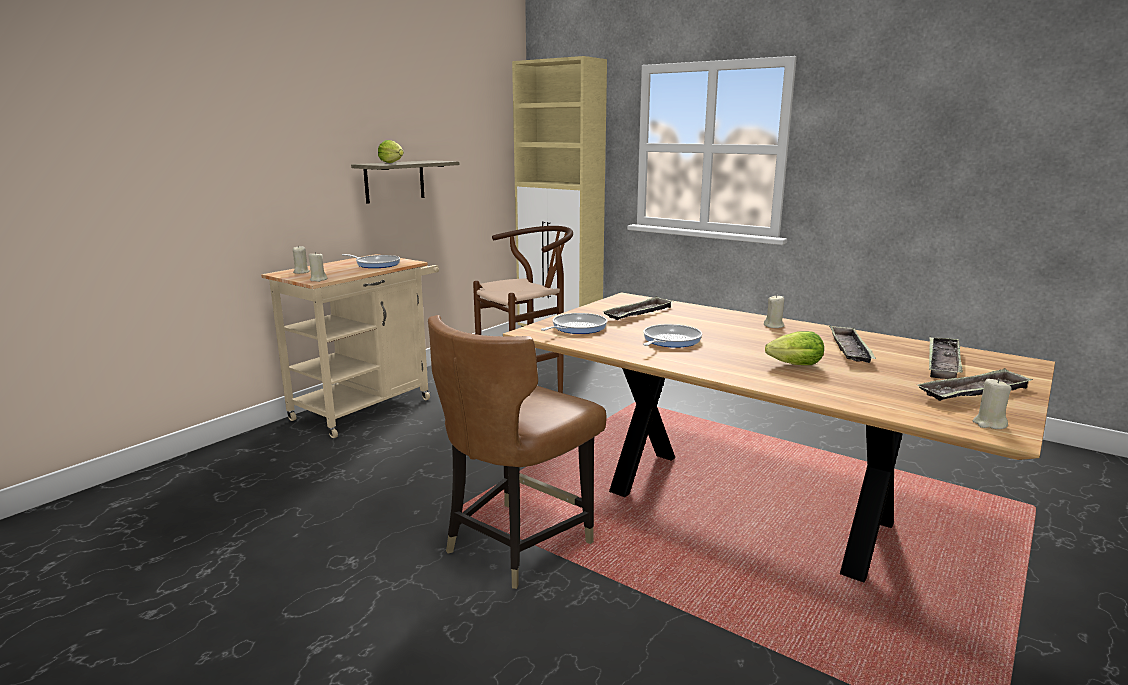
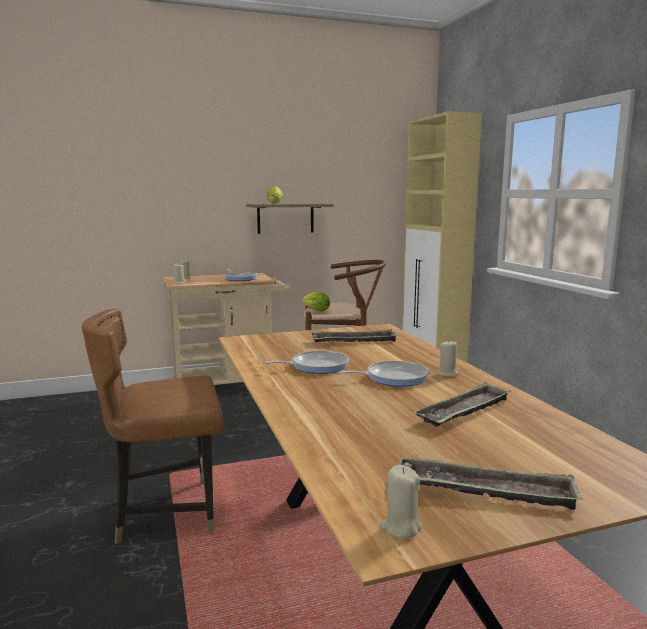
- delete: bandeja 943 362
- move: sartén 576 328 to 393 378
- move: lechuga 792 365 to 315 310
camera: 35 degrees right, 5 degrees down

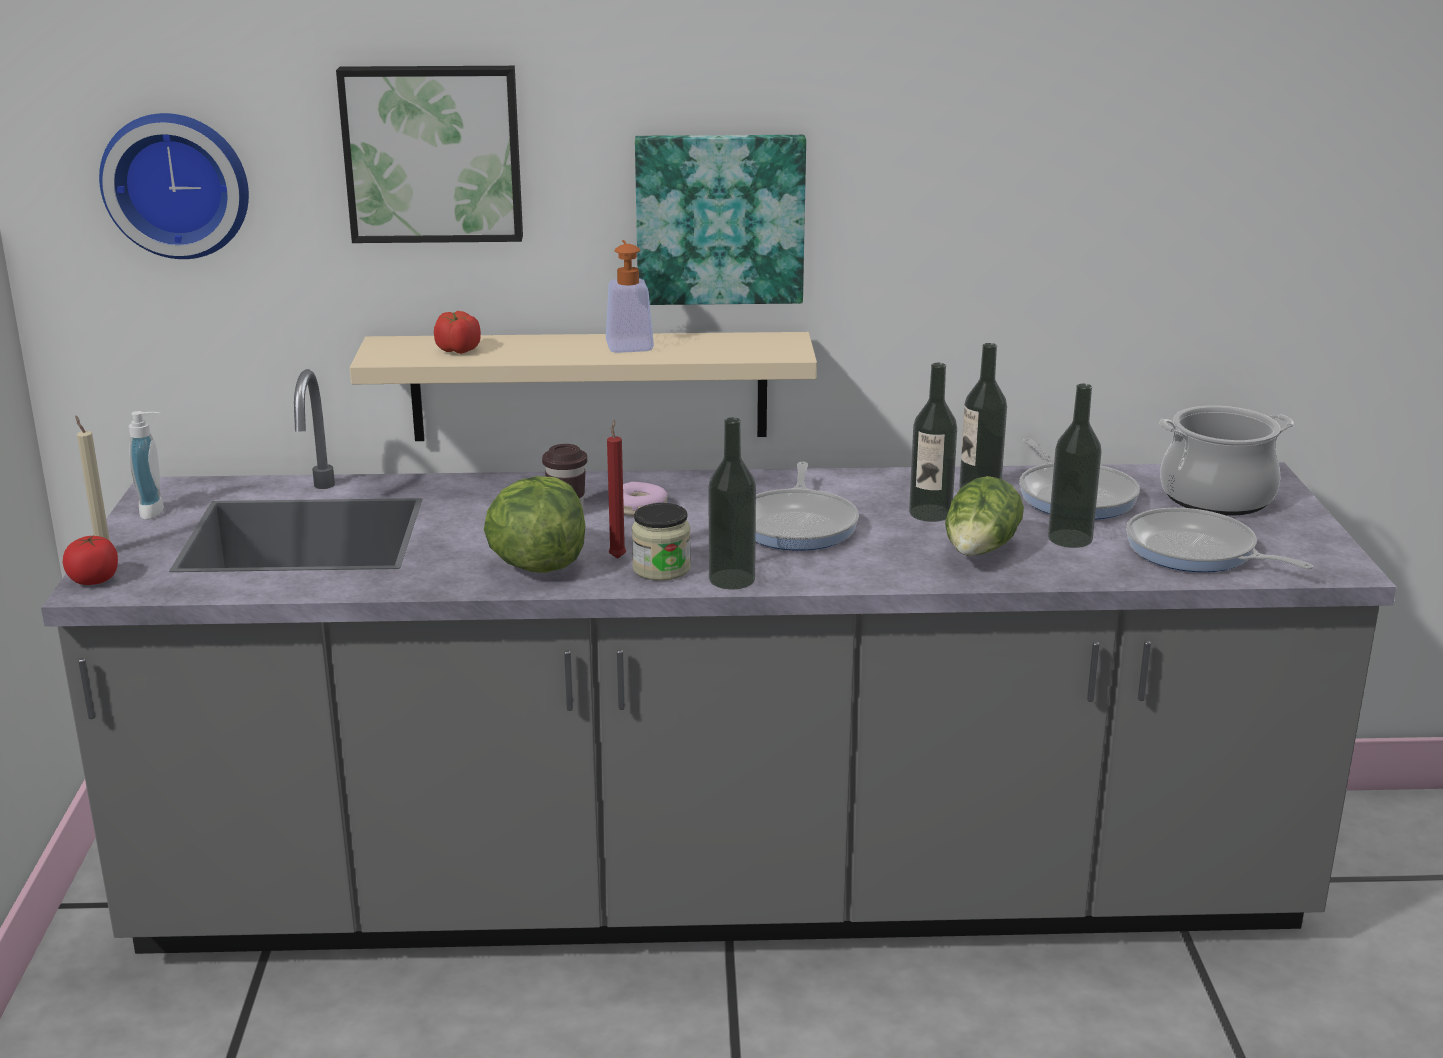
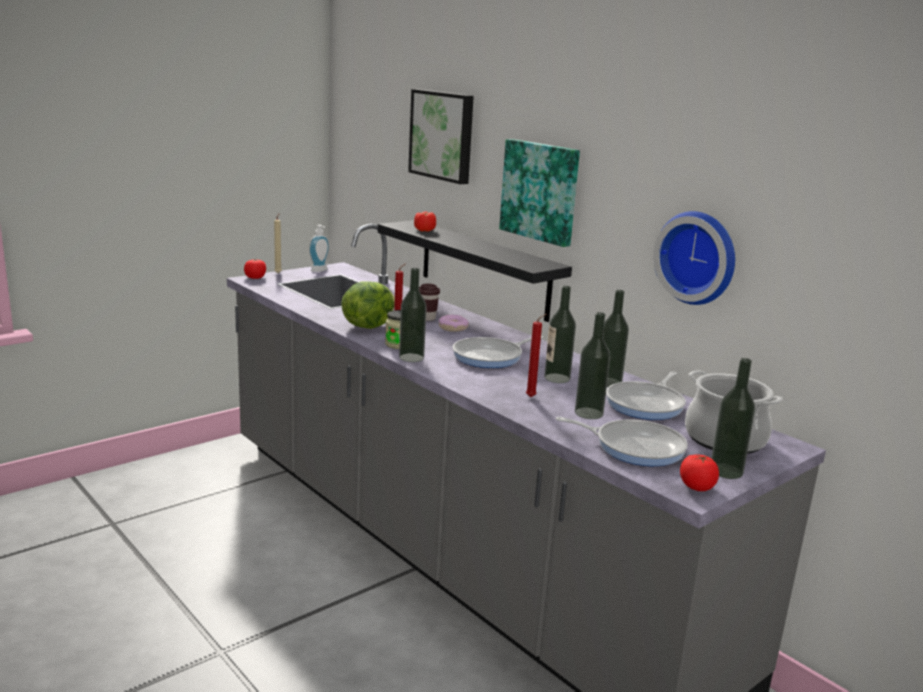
- delete: dispensador de jabón 628 344
- insert: tomate 696 487
- insert: botella 726 471
- move: reloj de pared 178 184 to 698 257
- replace: lechuga 980 551 to vela/rojo 532 397
- recolor: estante/beis 589 386 to estante/negro 484 269
- rotate: sartén 1196 552 = 634 447 105 degrees clockwise
camera: 50 degrees right, 5 degrees down

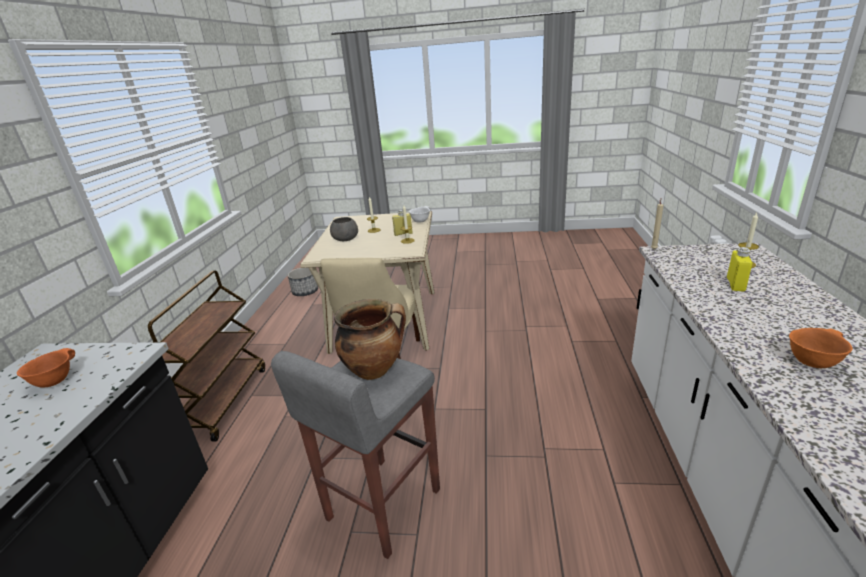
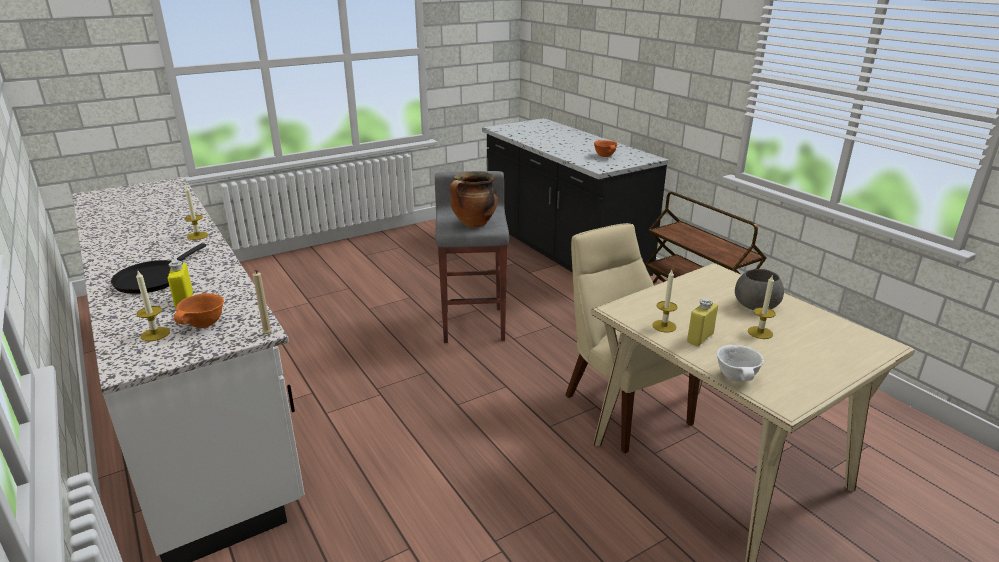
- delete: maceta 305 292
- insert: sartén/negro 154 279
- insert: vela 197 236
- move: cuenco/naranja 812 362 to 204 325
camera: 140 degrees right, 0 degrees up

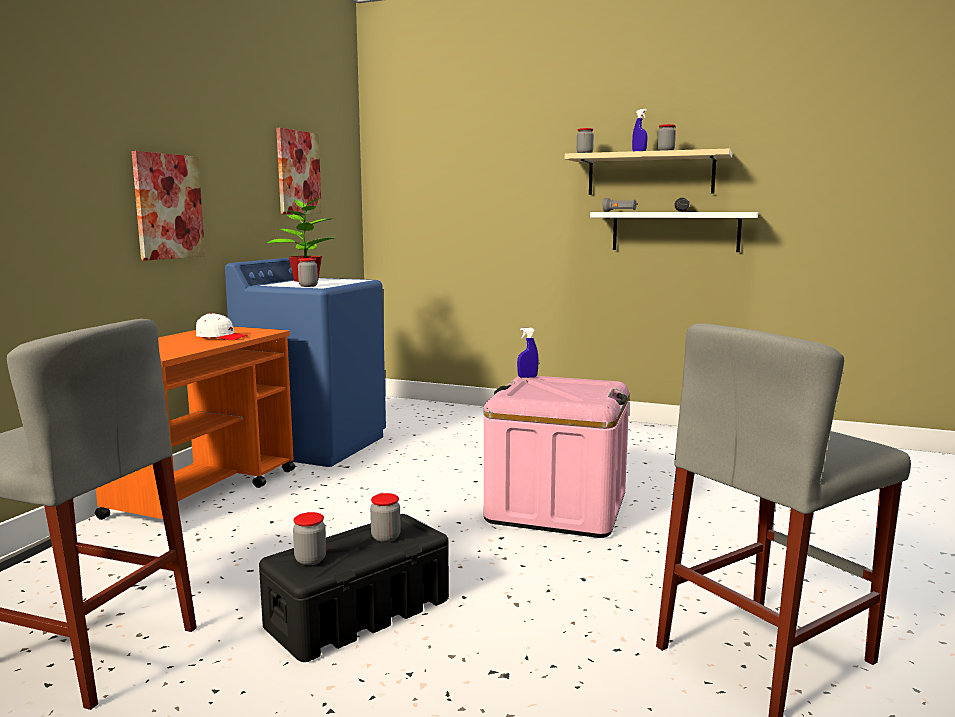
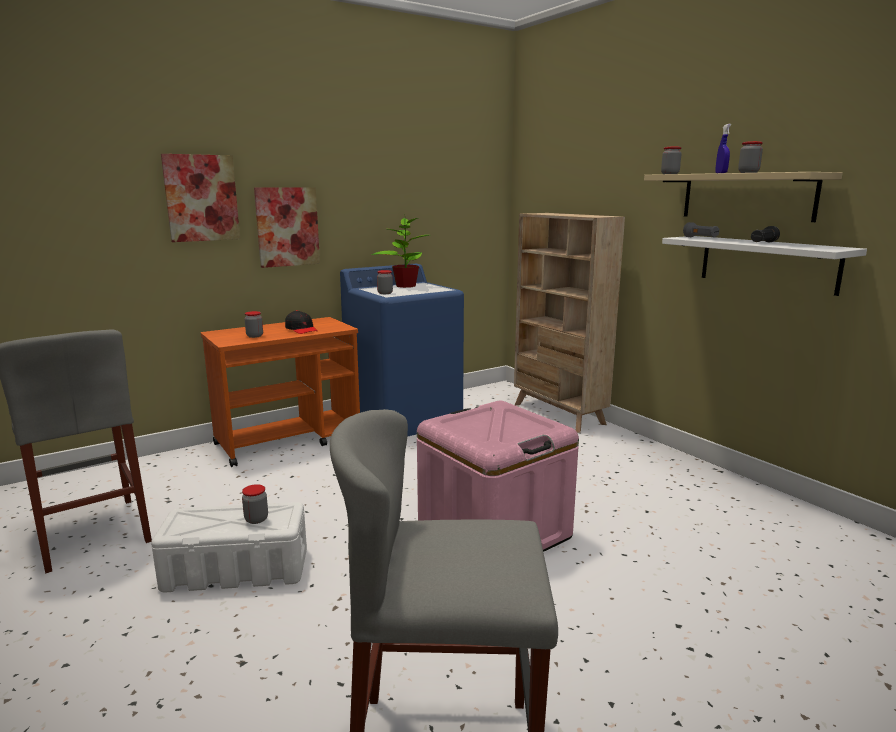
- delete: pulverizador/azul 527 377
- insert: estantería/beis 558 414
- move: cuadro 298 173 to 201 198
- move: tarro 310 559 to 254 336
- recolor: gorra/blanco 221 337 to gorra/negro 301 329
- recolor: caja de almacenaje/negro 360 613 to caja de almacenaje/blanco 237 569
camera: 35 degrees right, 5 degrees up

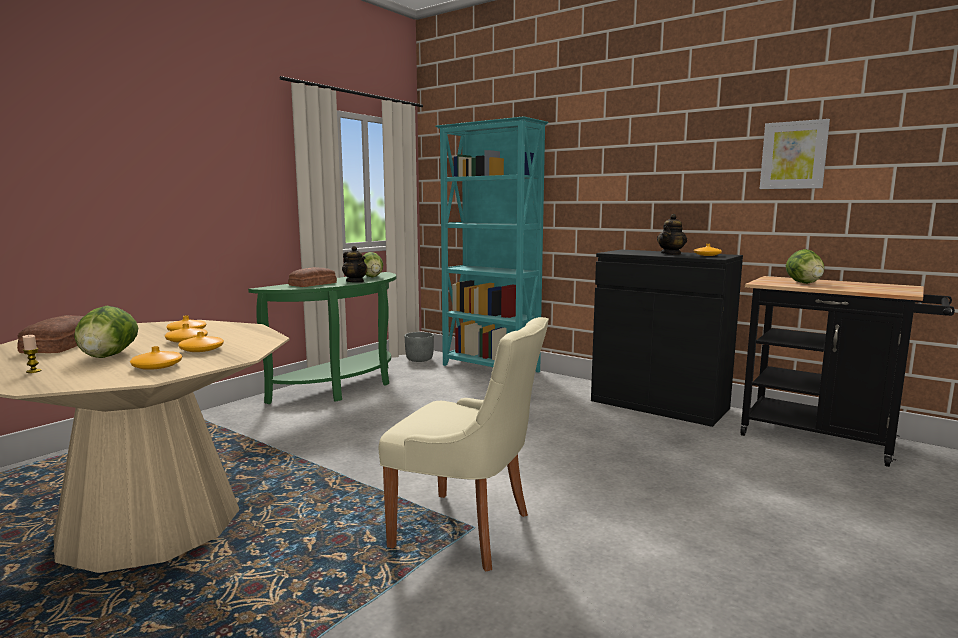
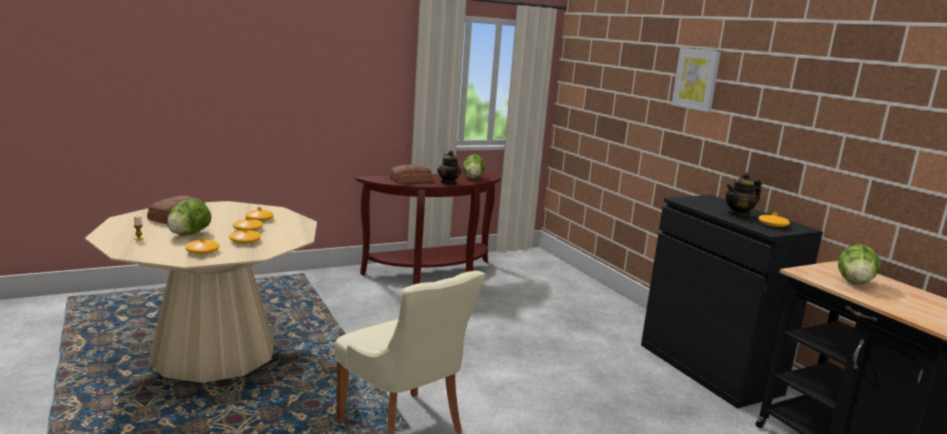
- delete: maceta/gris 419 359
- delete: estantería/turquesa 490 369
- move: cuadro 793 155 to 696 79
- recolor: mesa consola/verde 344 387 to mesa consola/marrón 433 273
camera: 25 degrees right, 5 degrees up

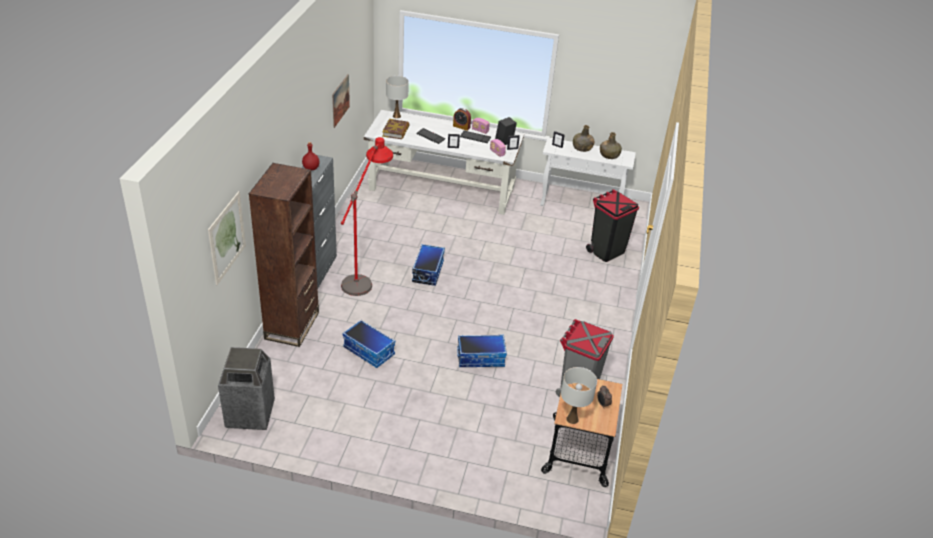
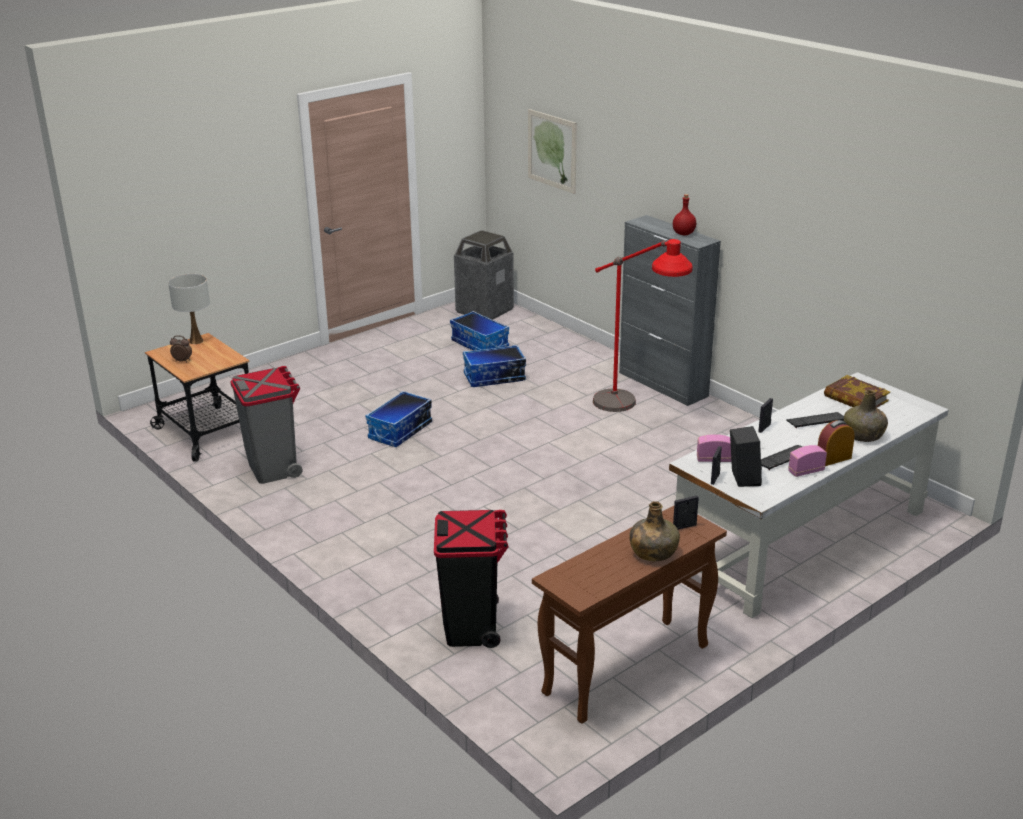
- delete: estantería/marrón 292 325
- delete: cuadro 340 100
- delete: lámpara de mesa/blanco 396 116
- move: caja de almacenaje 427 271 to 480 344
- move: botella/verde 609 155 to 863 435
- recolor: mesa consola/blanco 581 205 to mesa consola/marrón 626 670
camera: 130 degrees right, 10 degrees down

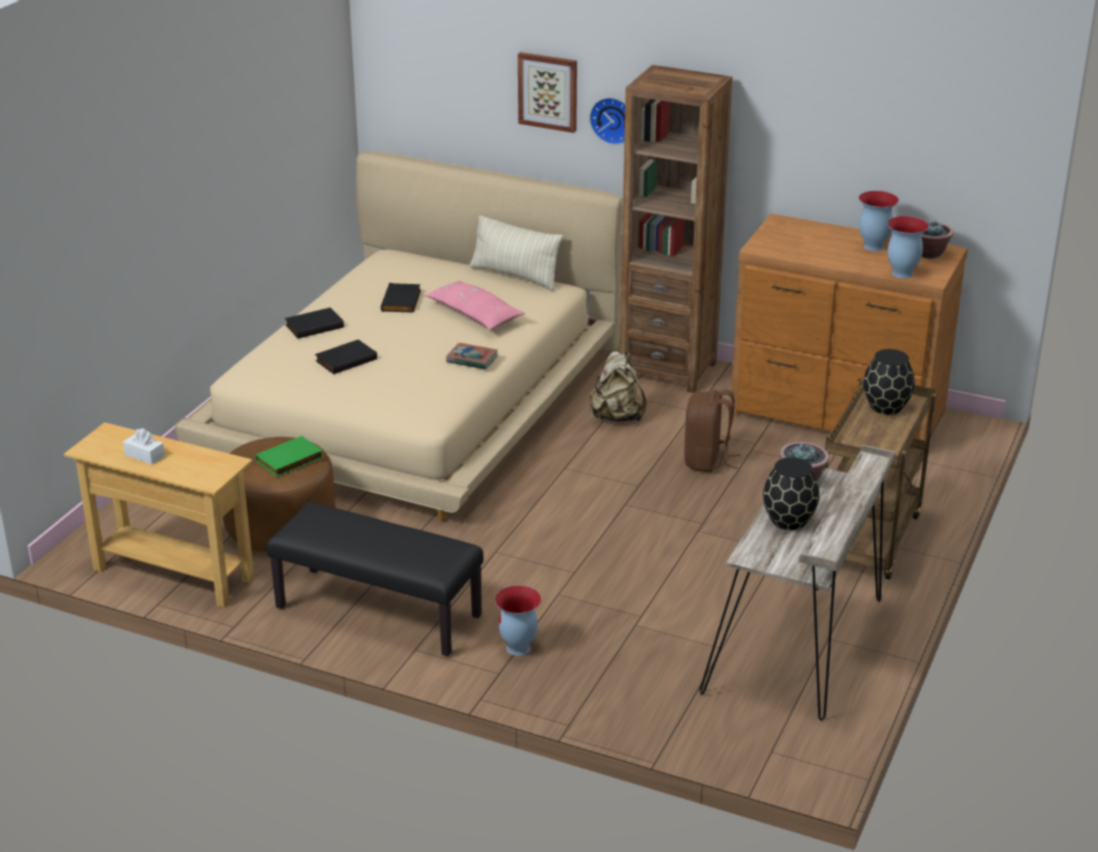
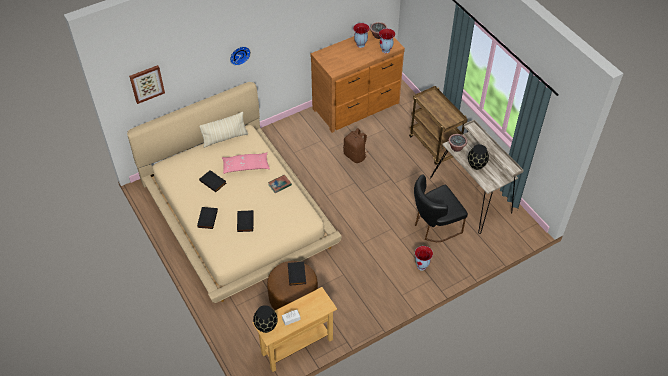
- delete: banco/negro 377 612
- delete: mochila/beis 616 417
- delete: estantería/marrón 668 370
- insert: silla/negro 434 226
- move: cuadro 548 91 to 147 83
- move: florero/negro 885 407 to 266 326
- recolor: libro/verde 290 460 to libro/negro 297 274
camera: 55 degrees left, 20 degrees up

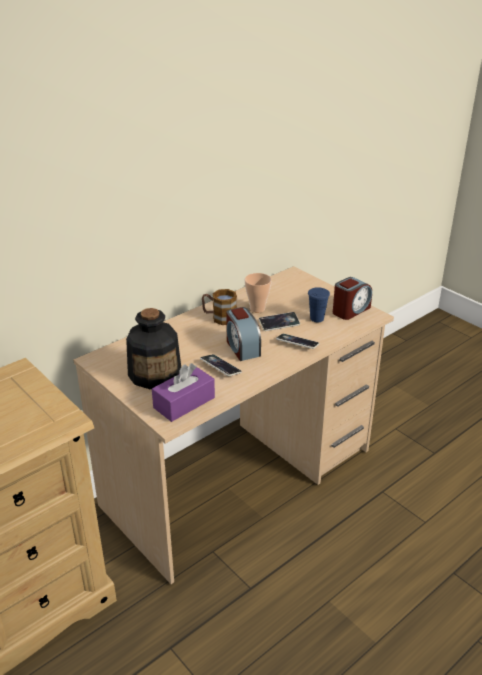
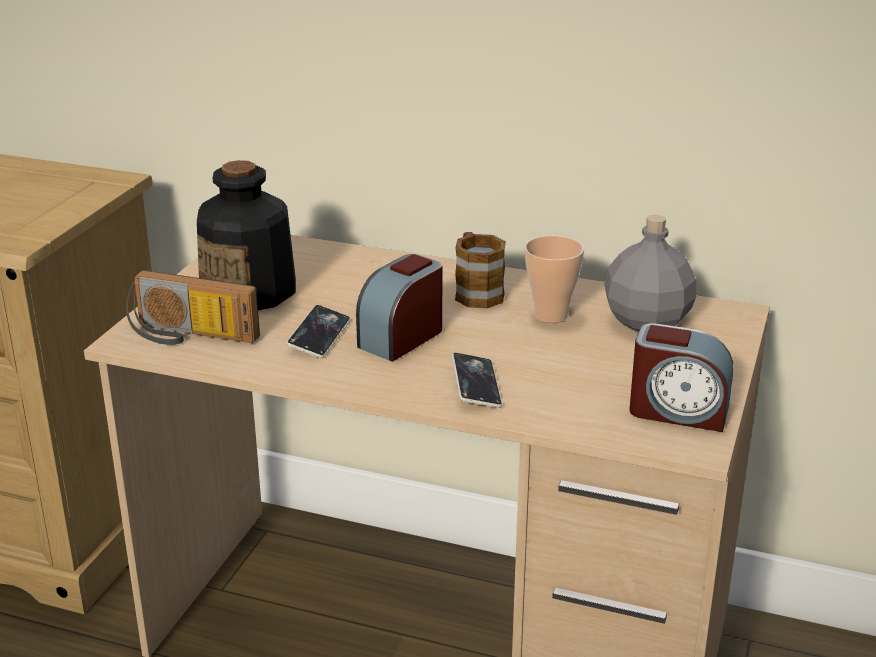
- delete: móvil 279 324
- delete: taza/azul 317 318
- insert: botella/gris 647 320
- replace: caja de pañuelos/morado 184 403 to radio 189 336
camera: 60 degrees right, 5 degrees down

